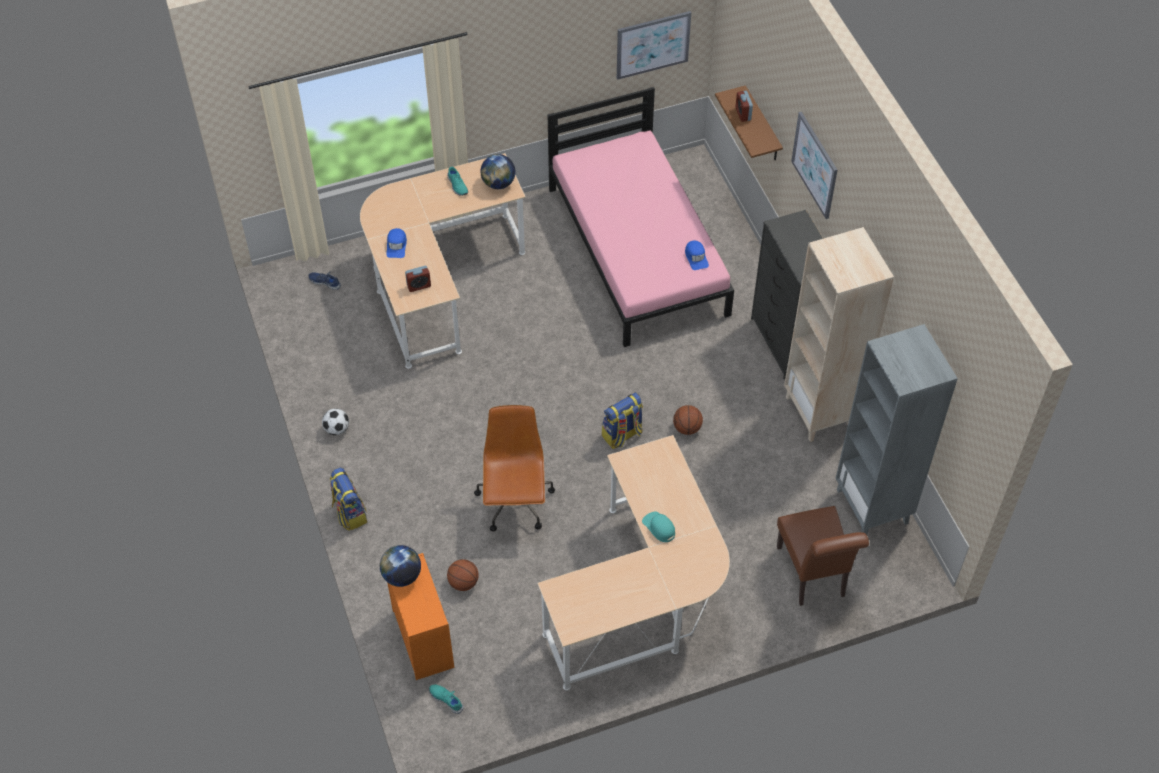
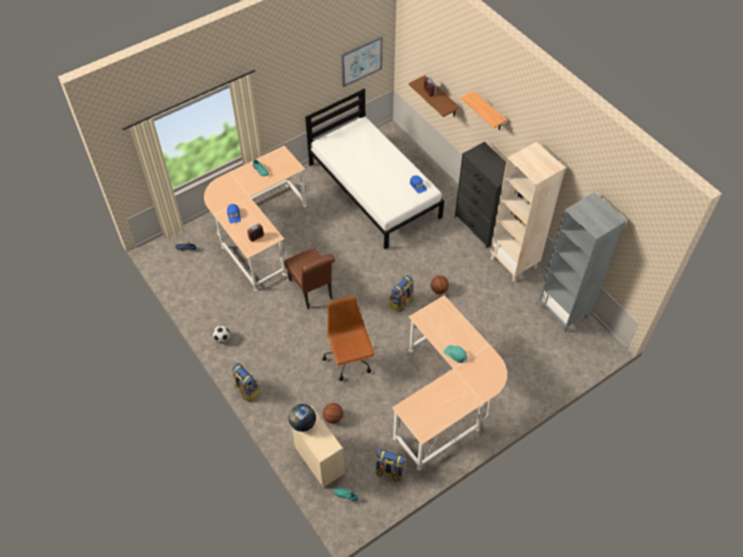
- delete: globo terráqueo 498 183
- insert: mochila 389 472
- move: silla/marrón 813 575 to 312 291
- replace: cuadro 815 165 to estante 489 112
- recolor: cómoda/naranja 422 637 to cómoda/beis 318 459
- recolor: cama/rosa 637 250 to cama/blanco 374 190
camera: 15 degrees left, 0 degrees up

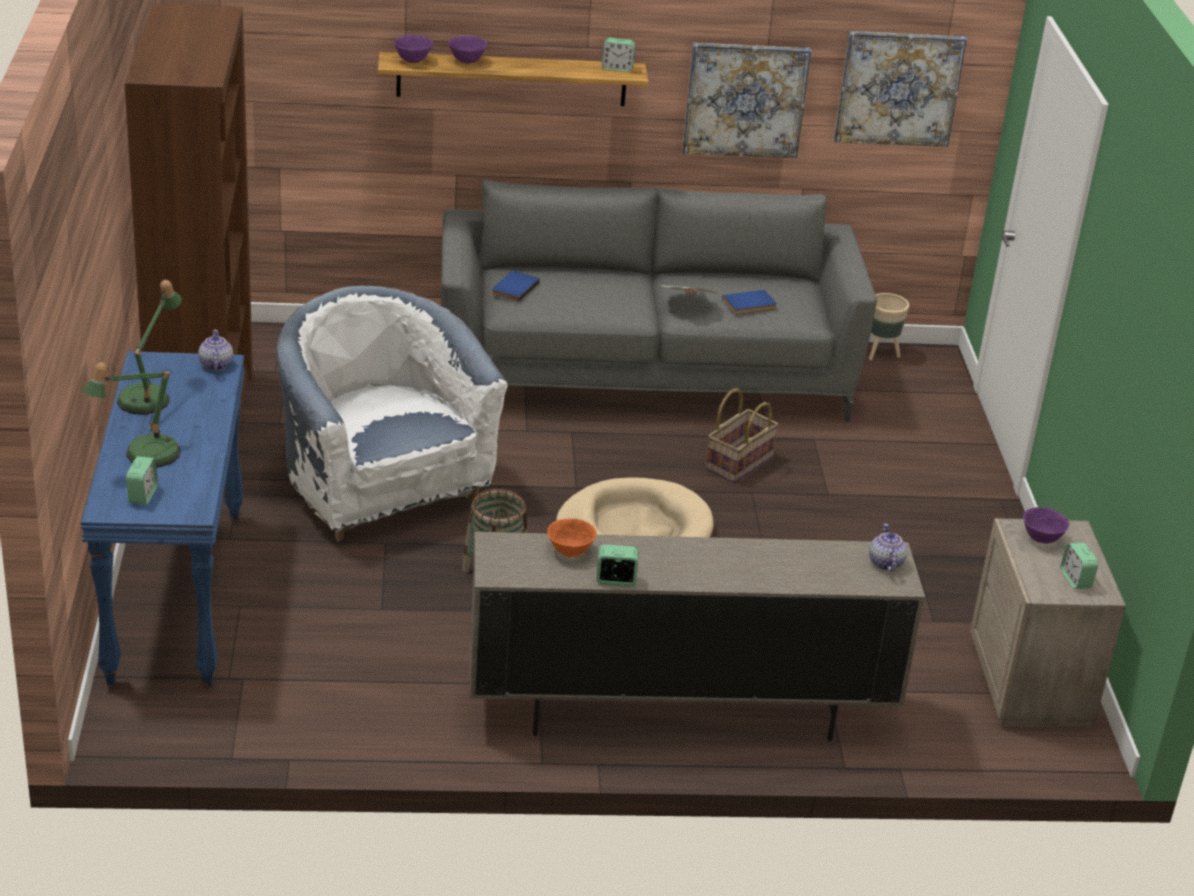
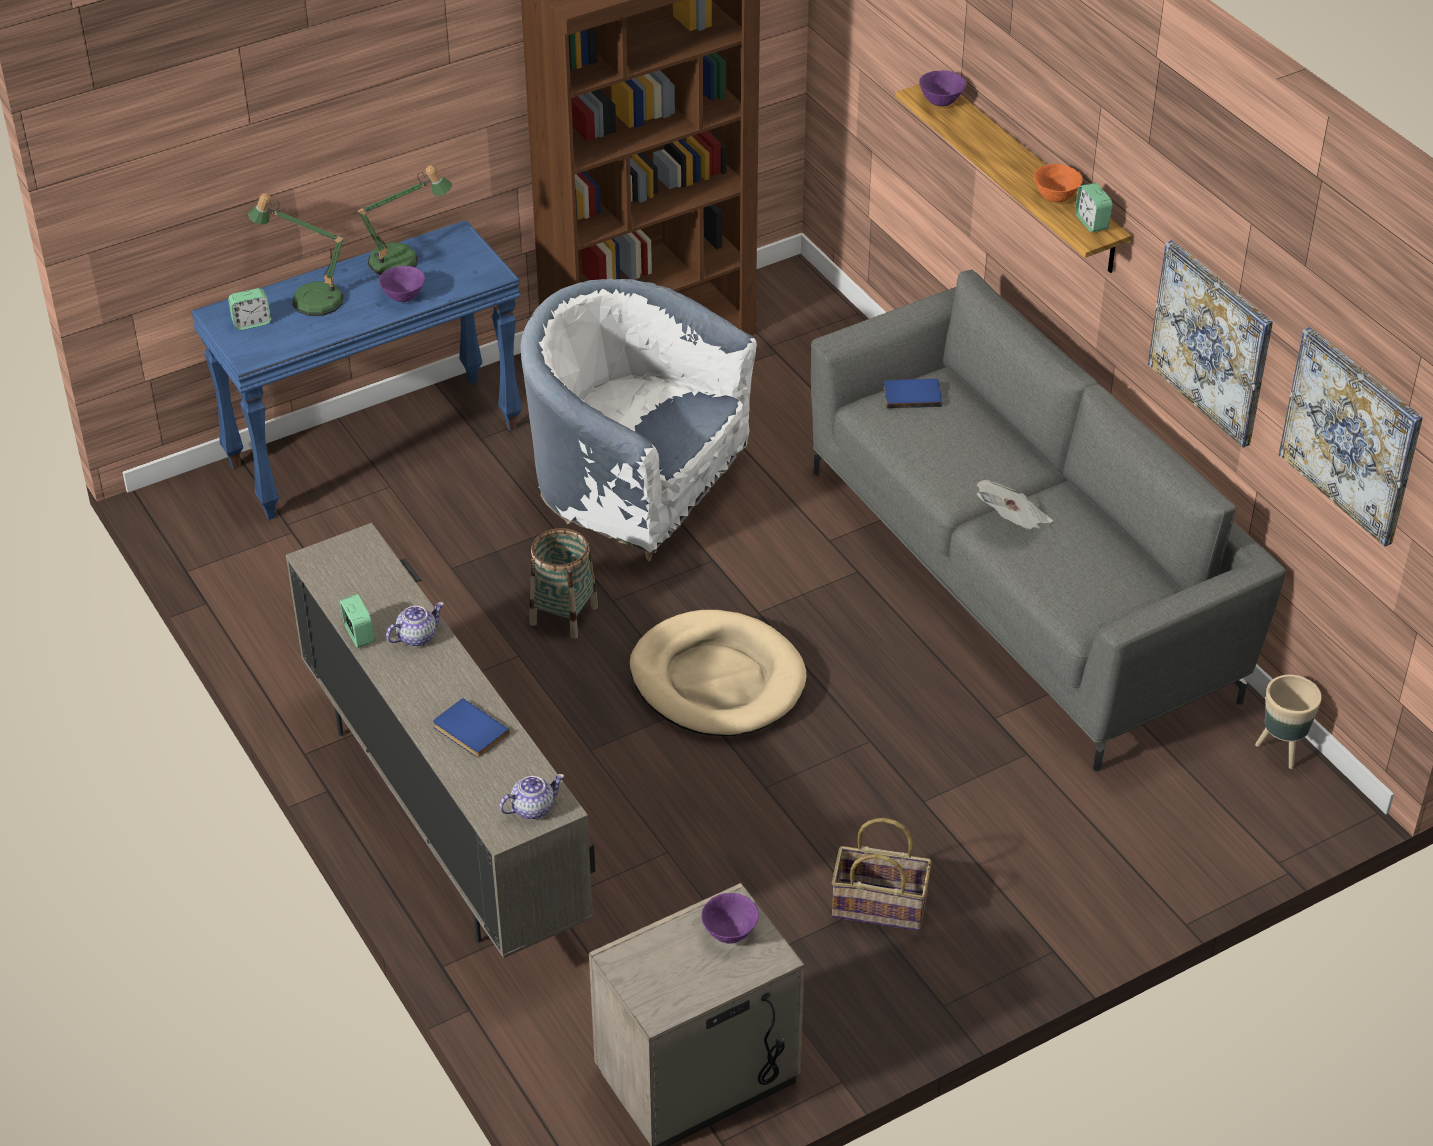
- delete: despertador 1075 579
- move: tetera 215 364 to 417 636
- move: cuenco/morado 467 61 to 404 297
- move: cuenco/naranja 570 551 to 1056 197
- move: cesta 738 462 to 880 905
- move: libro/azul 750 305 to 469 732
- rotate: sillón/blanco 380 489 = 636 490 90 degrees counterclockwise
camera: 65 degrees right, 10 degrees up

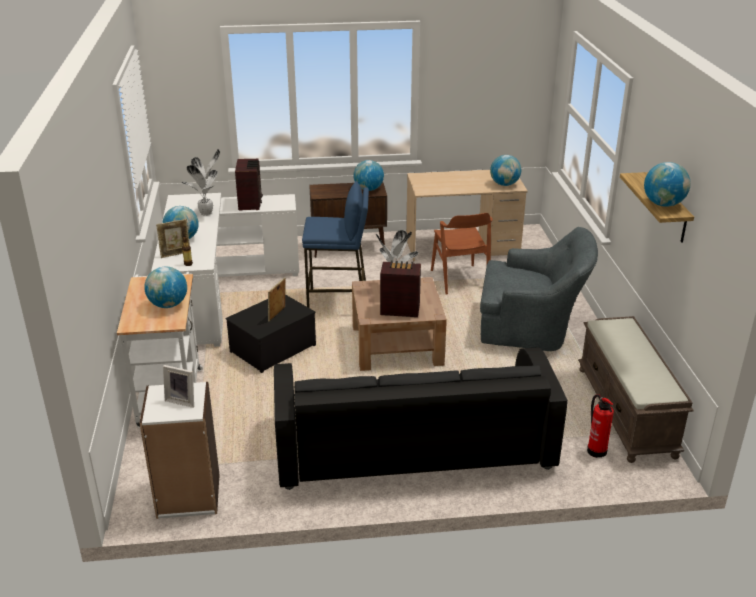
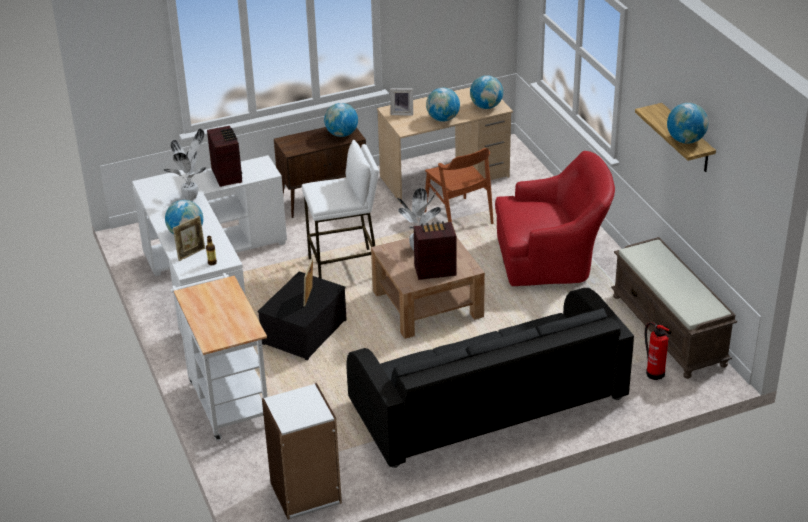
- move: globo terráqueo 168 305 to 443 119
- move: portarretratos 182 400 to 402 113
- recolor: taburete/azul 338 303 to taburete/blanco 345 268
- recolor: sillón/gris 532 327 to sillón/rojo 552 259
camera: 15 degrees left, 5 degrees up

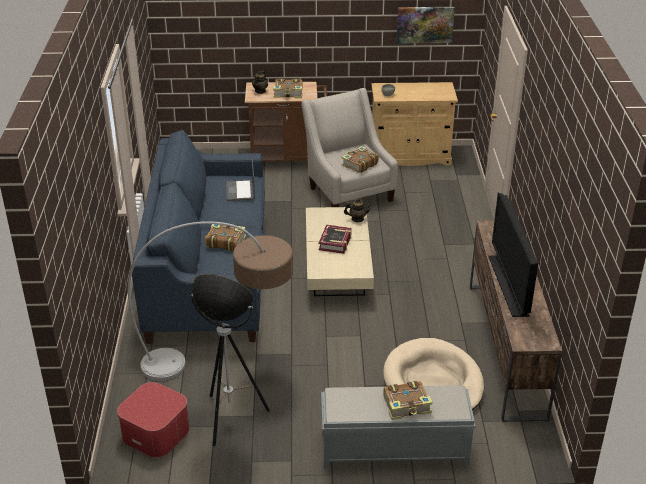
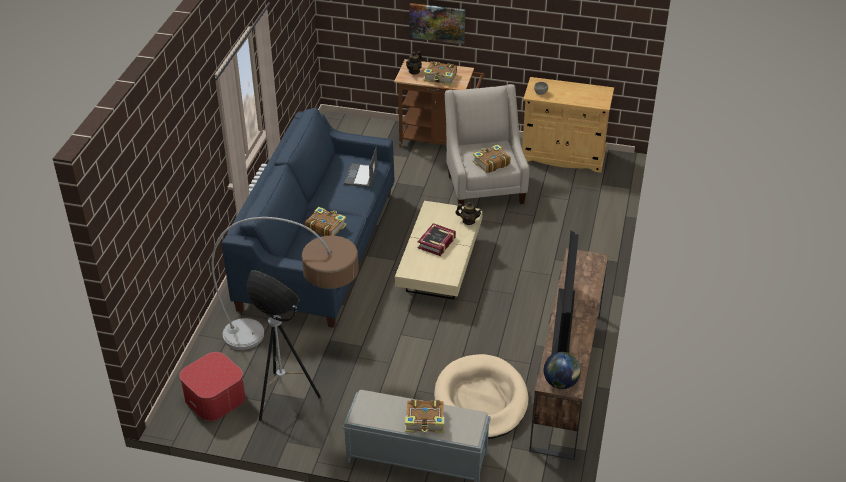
- insert: globo terráqueo 560 383
- move: cuadro 425 24 to 437 22
camera: 15 degrees right, 5 degrees up

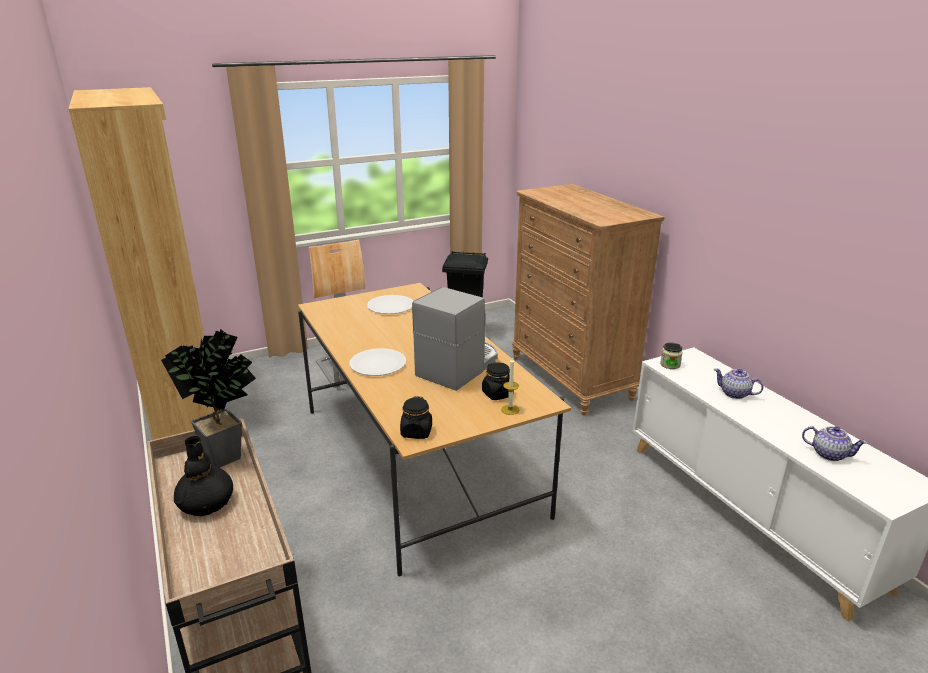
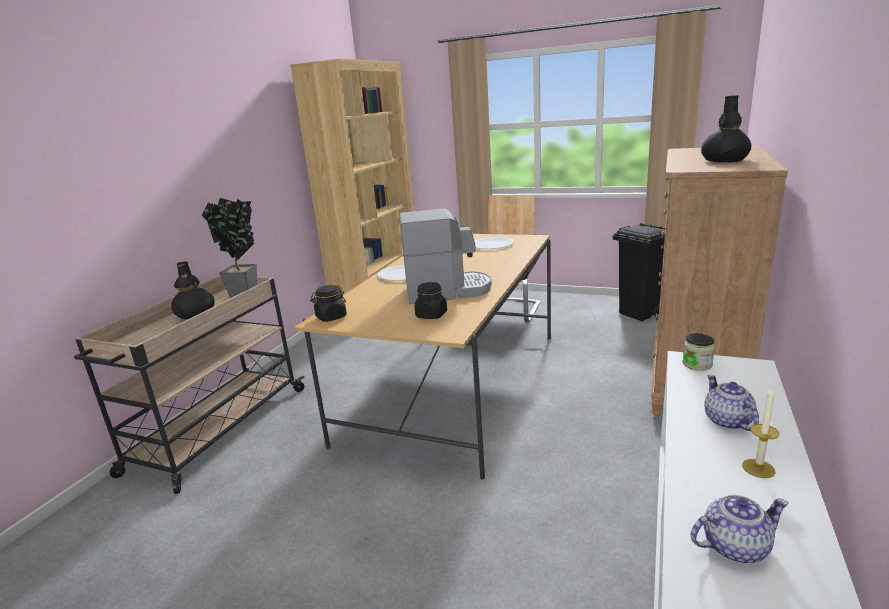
- insert: florero/negro 724 160
- move: vela 510 409 to 758 468
- rotate: tetera 828 454 = 734 546 90 degrees counterclockwise
camera: 50 degrees right, 5 degrees down

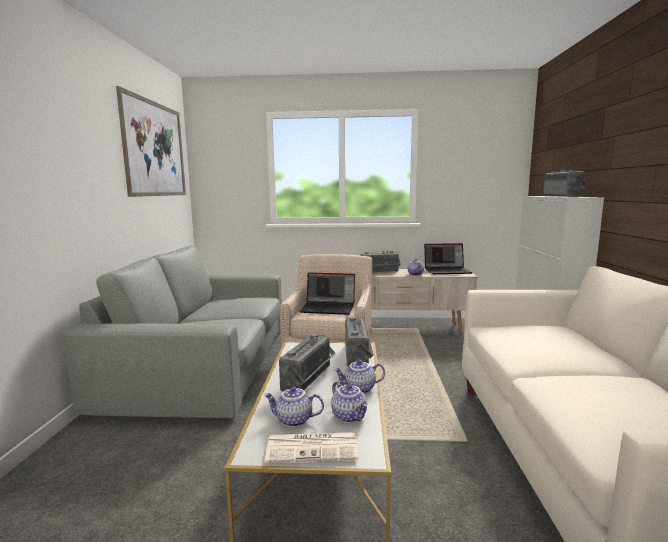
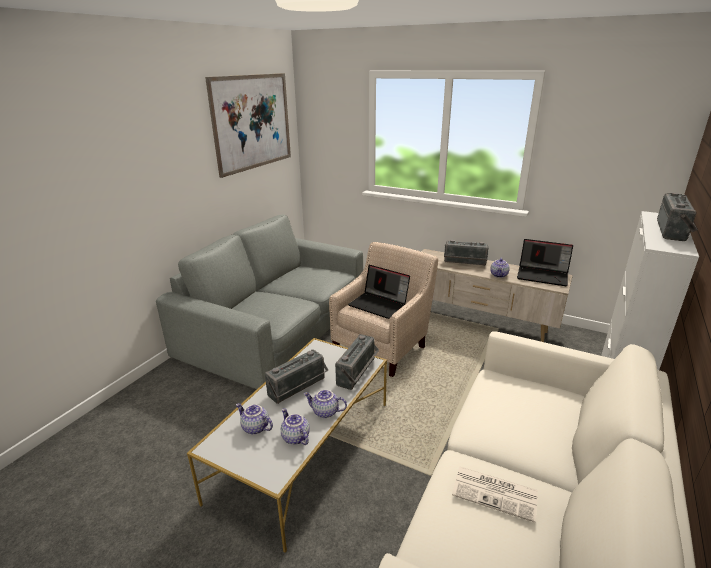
- move: periódico 313 447 to 496 493
- rotate: tetera 350 416 = 295 437 150 degrees clockwise
camera: 25 degrees right, 15 degrees up

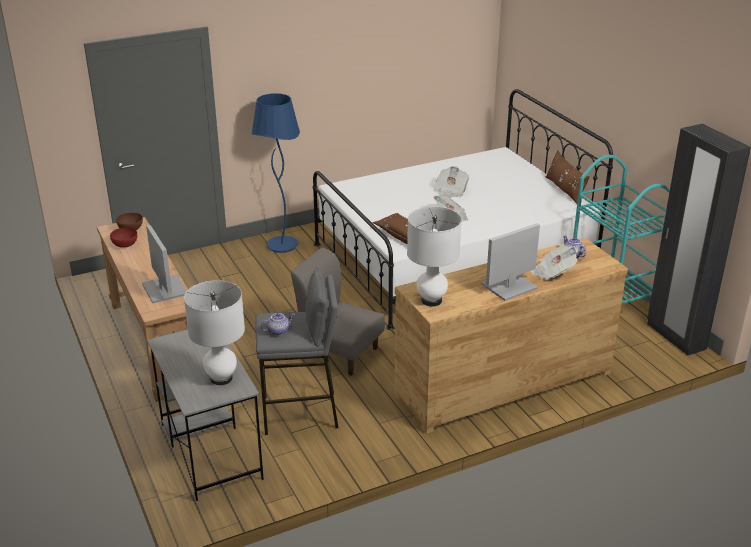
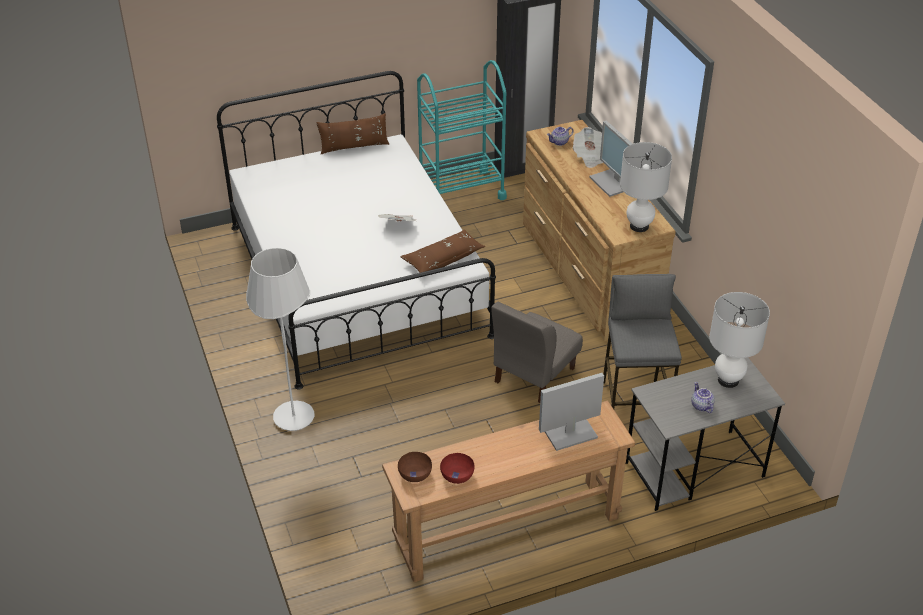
- delete: periódico 451 191
- move: tetera 278 331 to 701 406
- recolor: lámpara de pie/azul 282 246 to lámpara de pie/blanco 294 418
camera: 85 degrees left, 10 degrees up

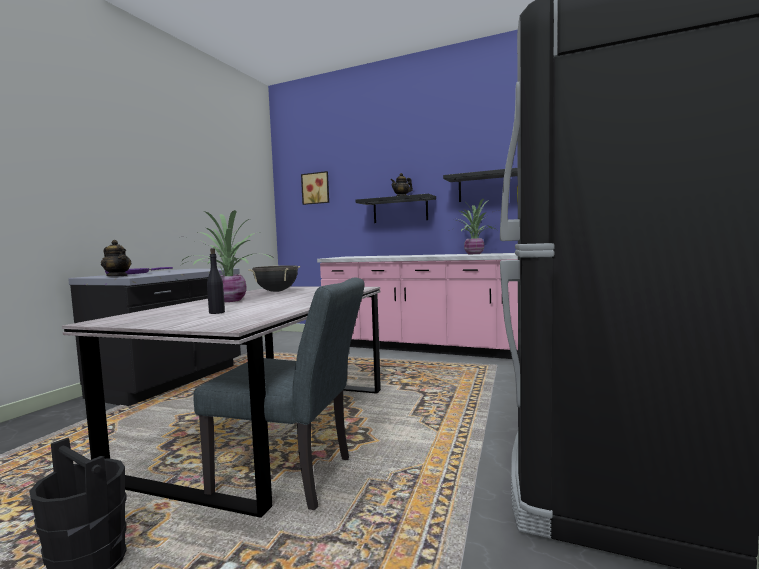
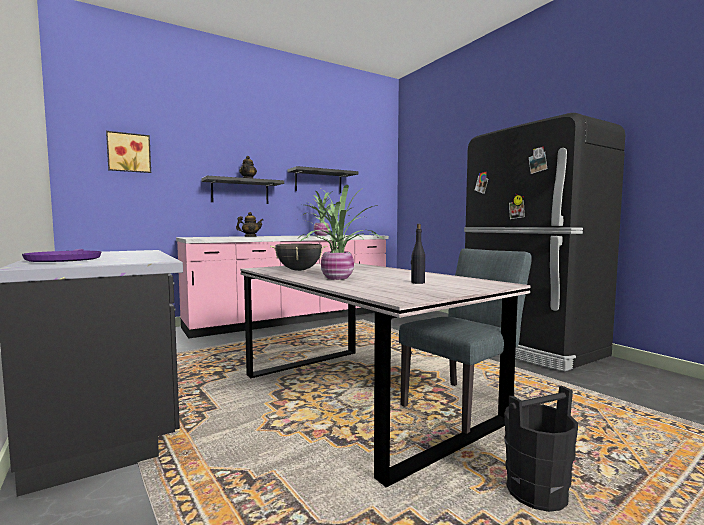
- move: tetera 117 276 to 250 236
camera: 55 degrees left, 0 degrees up

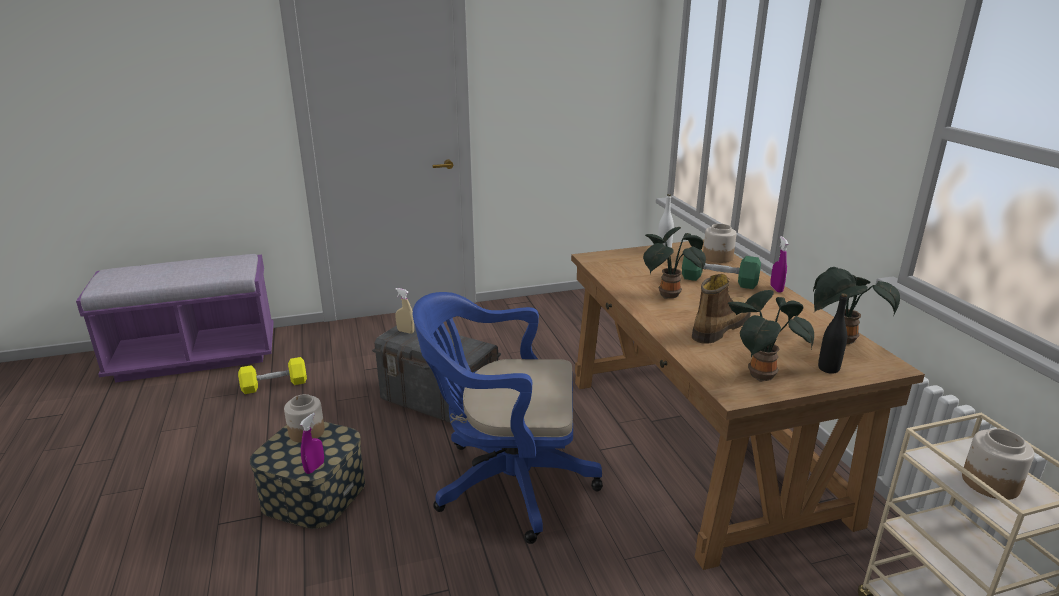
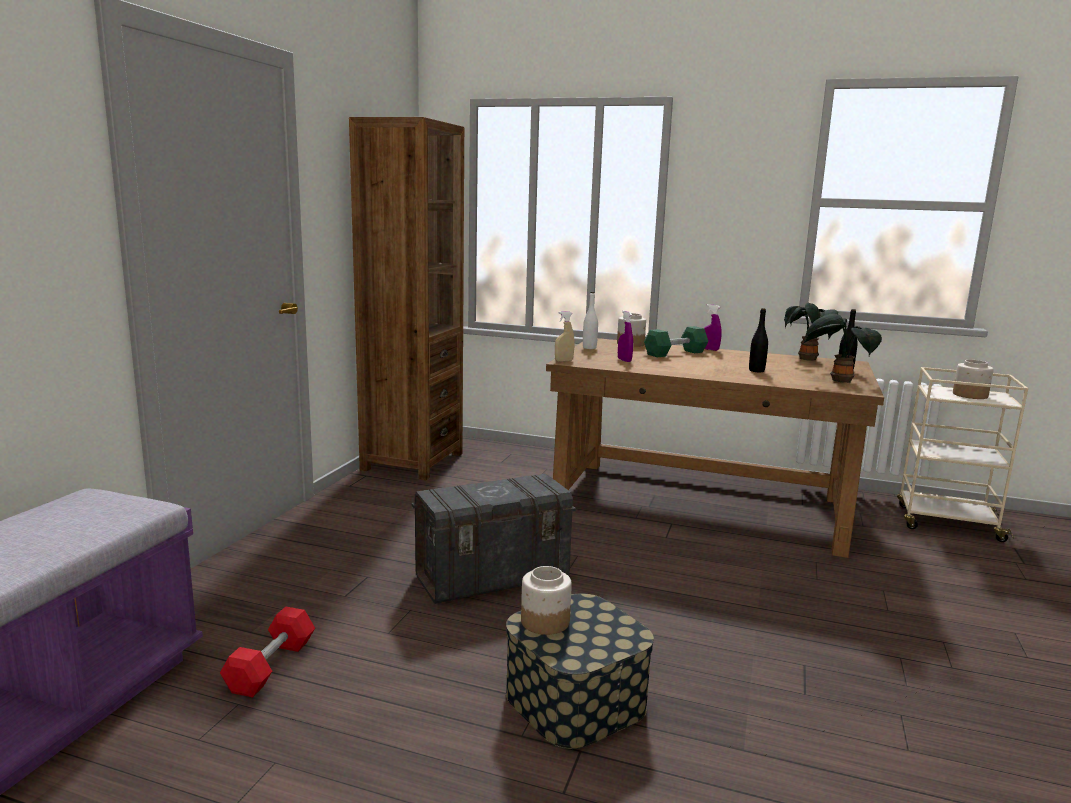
- delete: silla de oficina/azul 505 482
- delete: planta en maceta 668 294
- insert: estantería/marrón 412 461
- move: pulverizador/morado 314 467 to 624 360
- move: pulverizador/beis 405 331 to 563 361
- replace: bota 719 327 to botella/negro 756 371
- recolor: mancuerna/amarillo 274 385 to mancuerna/rojo 271 666
camera: 55 degrees left, 10 degrees down

